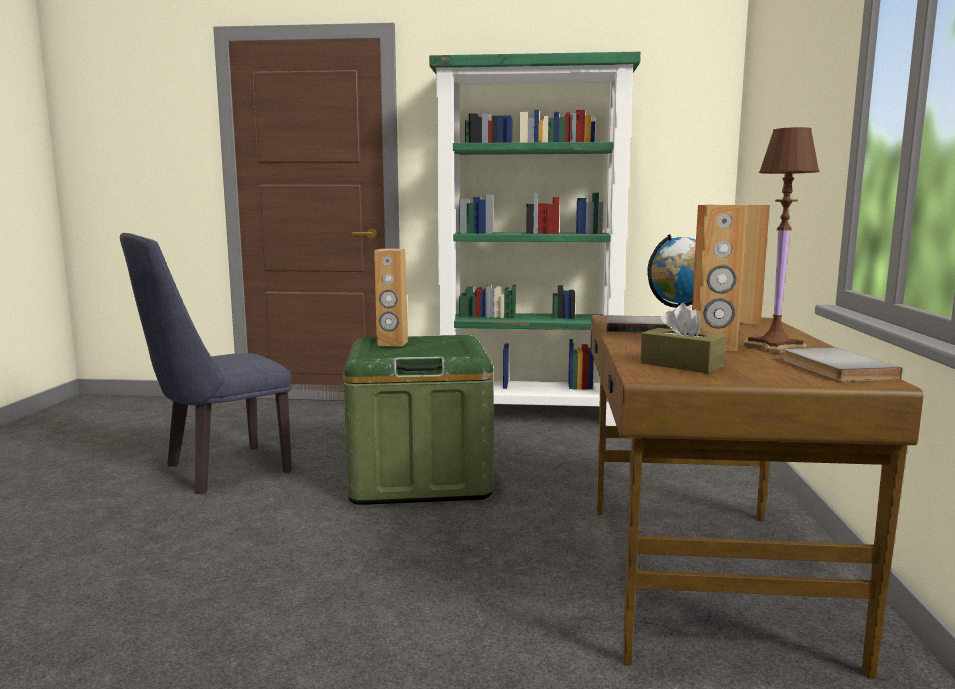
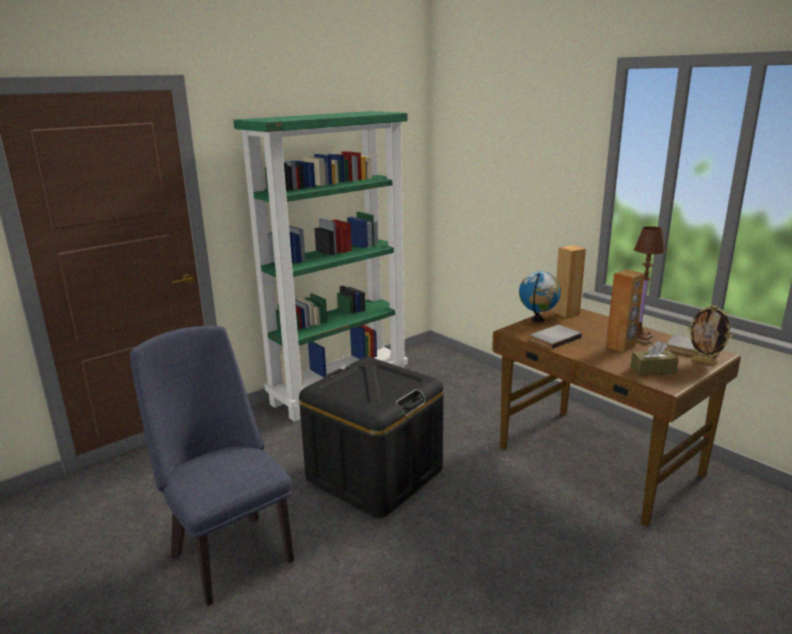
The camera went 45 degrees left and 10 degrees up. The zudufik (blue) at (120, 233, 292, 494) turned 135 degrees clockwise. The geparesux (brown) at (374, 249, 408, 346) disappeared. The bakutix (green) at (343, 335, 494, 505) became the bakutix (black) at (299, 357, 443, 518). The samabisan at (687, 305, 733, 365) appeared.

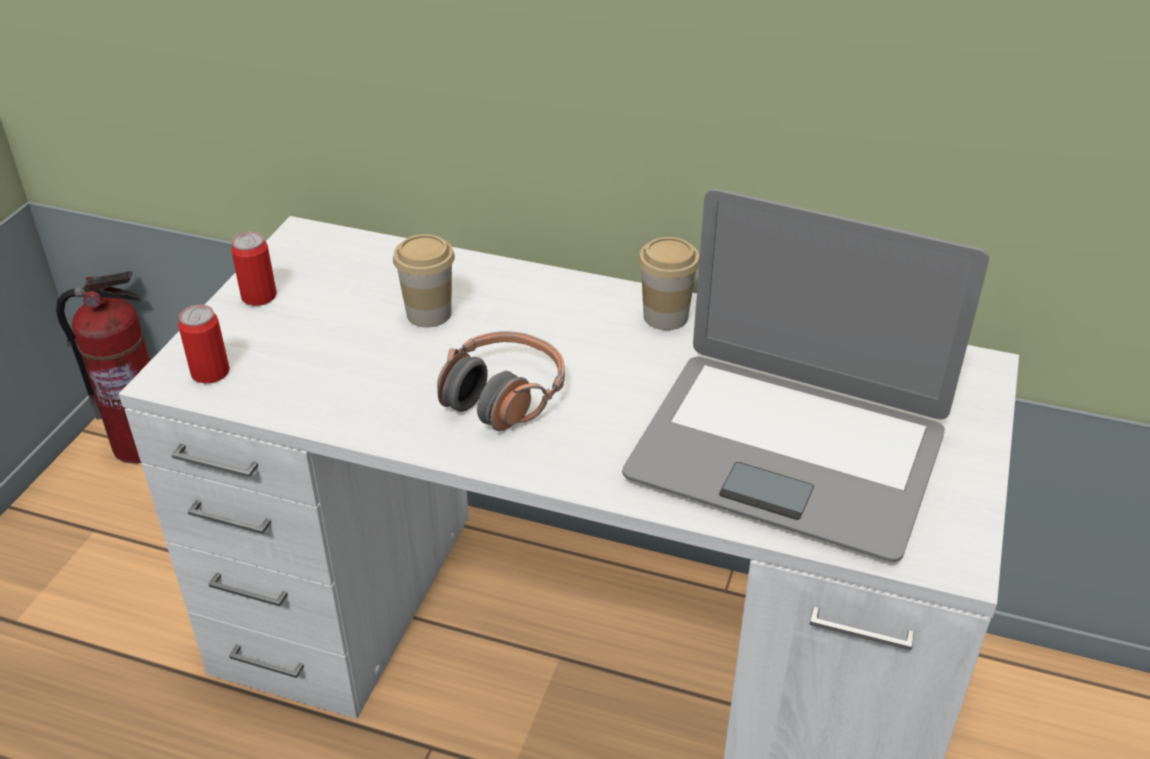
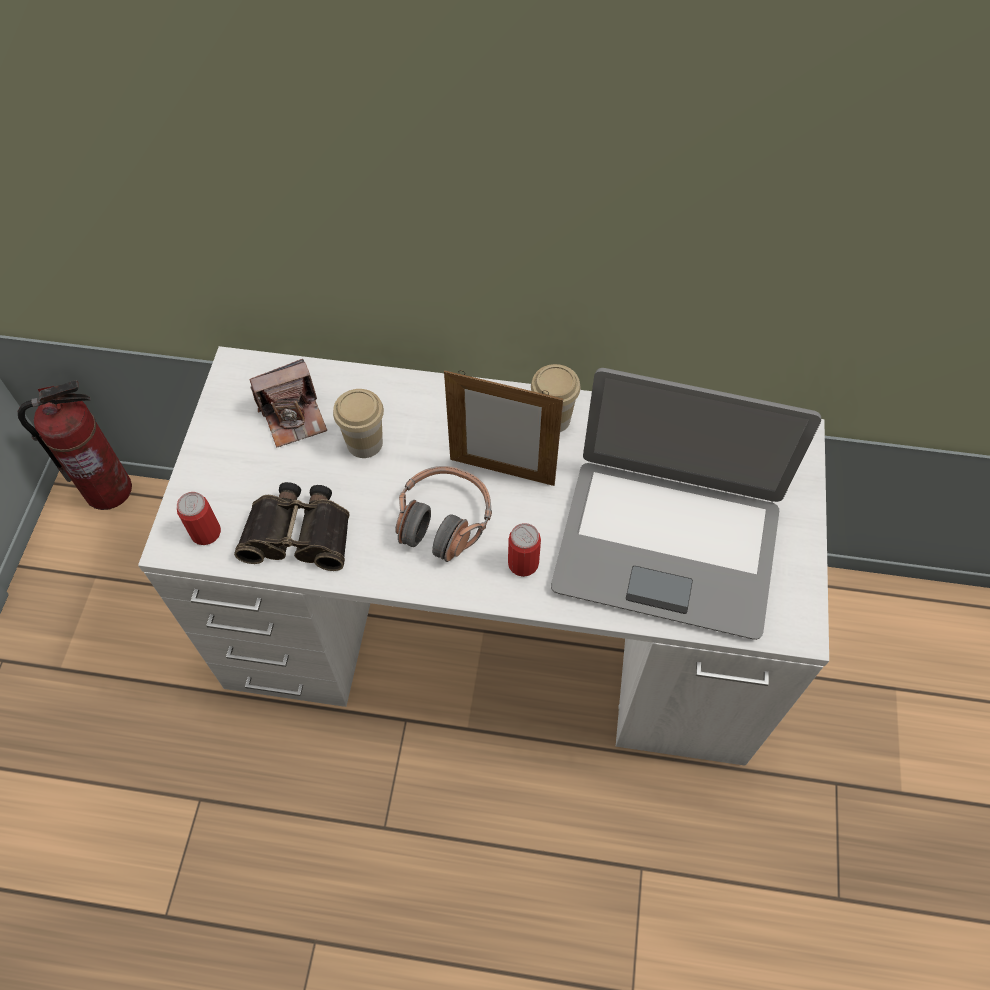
The camera went 10 degrees left and 20 degrees up. The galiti moved from (231, 232, 277, 306) to (508, 523, 541, 577). The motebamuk at (249, 359, 327, 447) appeared. The samabisan at (444, 370, 563, 486) appeared. The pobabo at (234, 482, 350, 571) appeared.

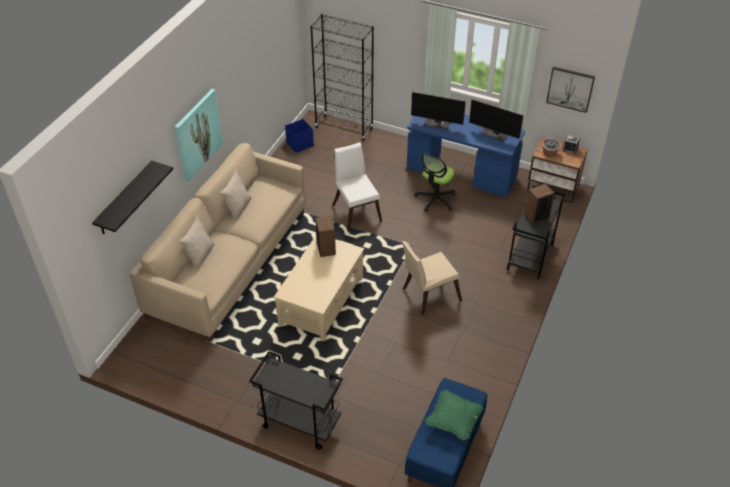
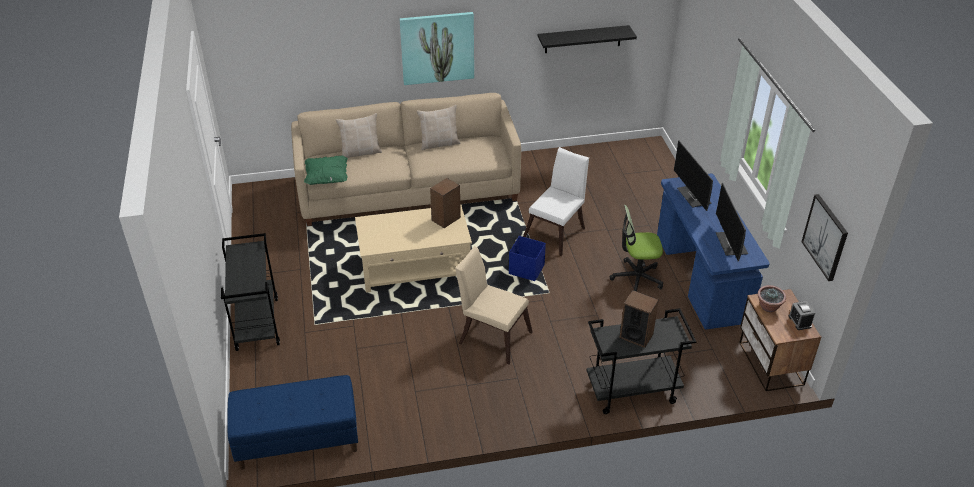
The camera went 55 degrees right and 5 degrees down. The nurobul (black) at (310, 14, 374, 141) disappeared. The bakutix (blue) moved from (285, 119, 314, 153) to (509, 236, 546, 281). The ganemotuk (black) moved from (92, 161, 173, 234) to (538, 25, 637, 53). The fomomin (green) moved from (425, 390, 484, 440) to (304, 155, 348, 185).

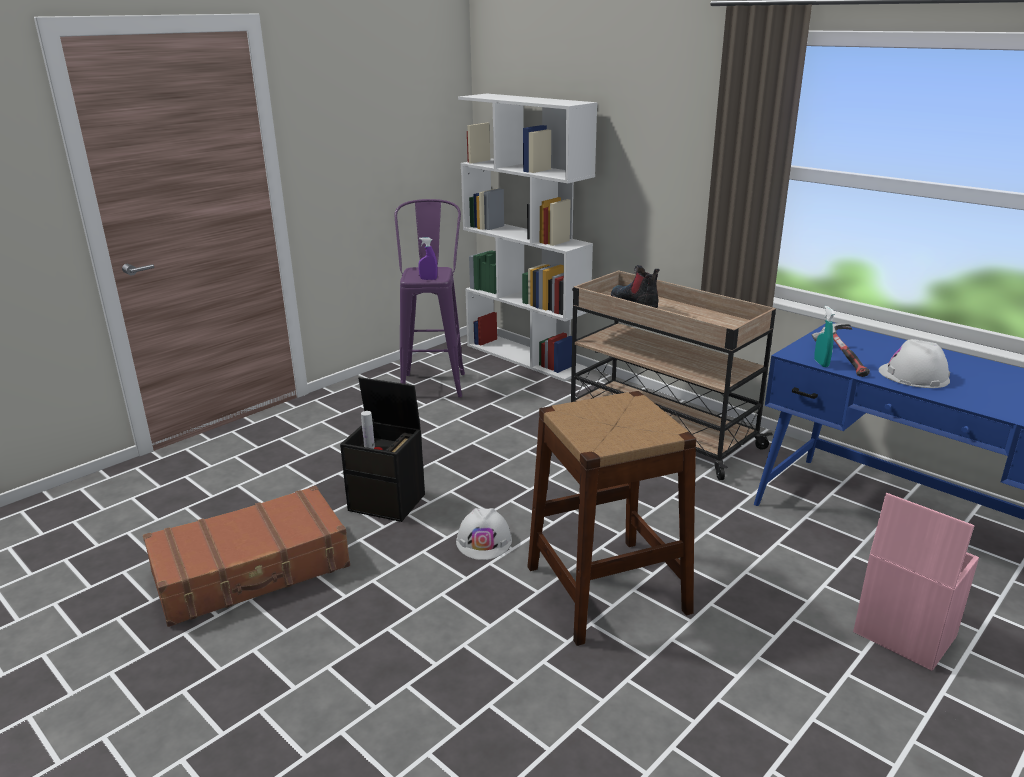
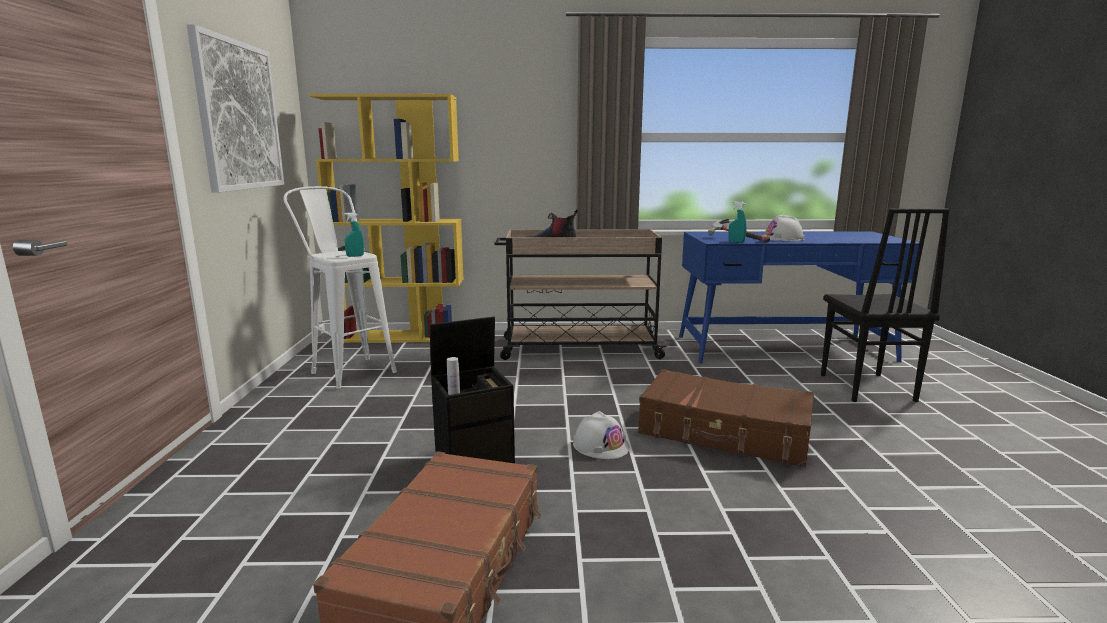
The camera went 45 degrees left and 10 degrees down. The nurobul (white) at (458, 94, 597, 382) became the nurobul (yellow) at (309, 94, 464, 343). The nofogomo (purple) at (395, 199, 465, 397) became the nofogomo (white) at (284, 186, 397, 389). The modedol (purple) at (418, 237, 438, 280) became the modedol (turquoise) at (344, 212, 364, 257). The nofogomo (brown) at (527, 391, 696, 646) was replaced by the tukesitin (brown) at (638, 369, 814, 467). The bakutix (pink) at (853, 493, 979, 671) was replaced by the zudufik (black) at (821, 209, 950, 402). The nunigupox at (187, 24, 284, 193) appeared.

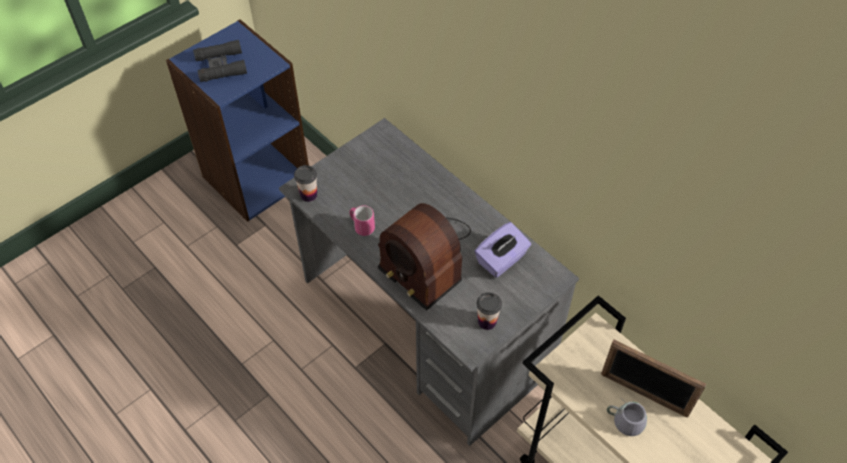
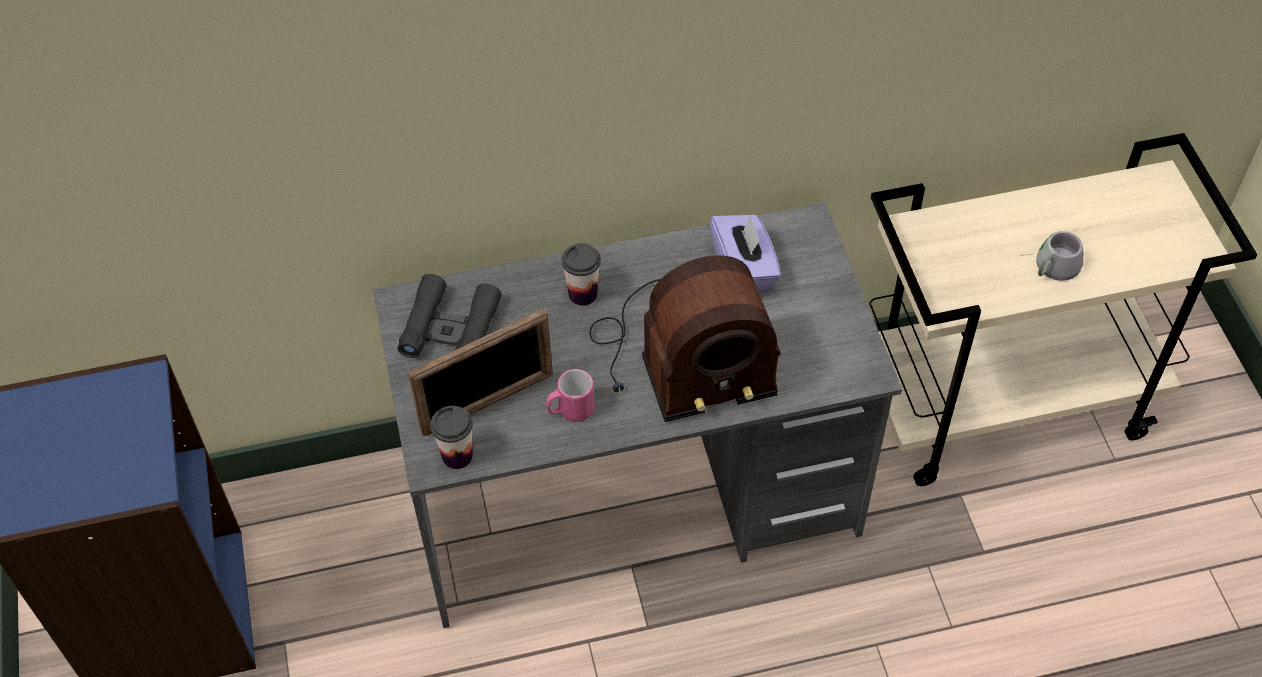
The camera went 60 degrees left and 0 degrees up. The pobabo (black) moved from (193, 40, 247, 82) to (397, 274, 502, 358). The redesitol moved from (477, 292, 502, 330) to (562, 243, 601, 306). The samabisan moved from (601, 340, 707, 417) to (408, 309, 553, 437).

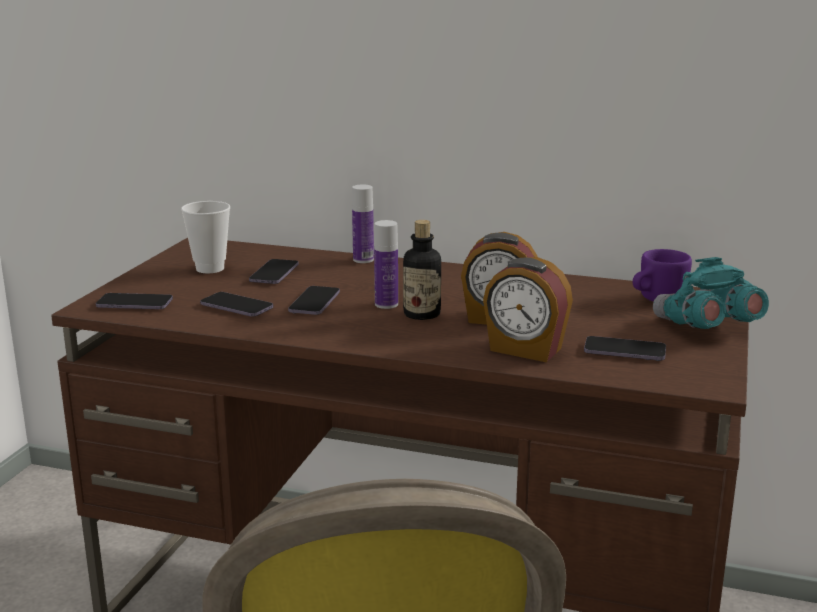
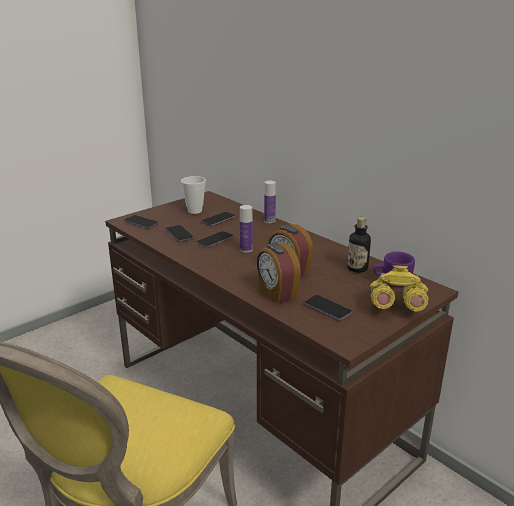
The camera went 30 degrees right and 5 degrees up. The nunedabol moved from (403, 220, 441, 320) to (347, 217, 371, 273). The pobabo (turquoise) at (653, 257, 769, 329) became the pobabo (yellow) at (370, 265, 428, 311).

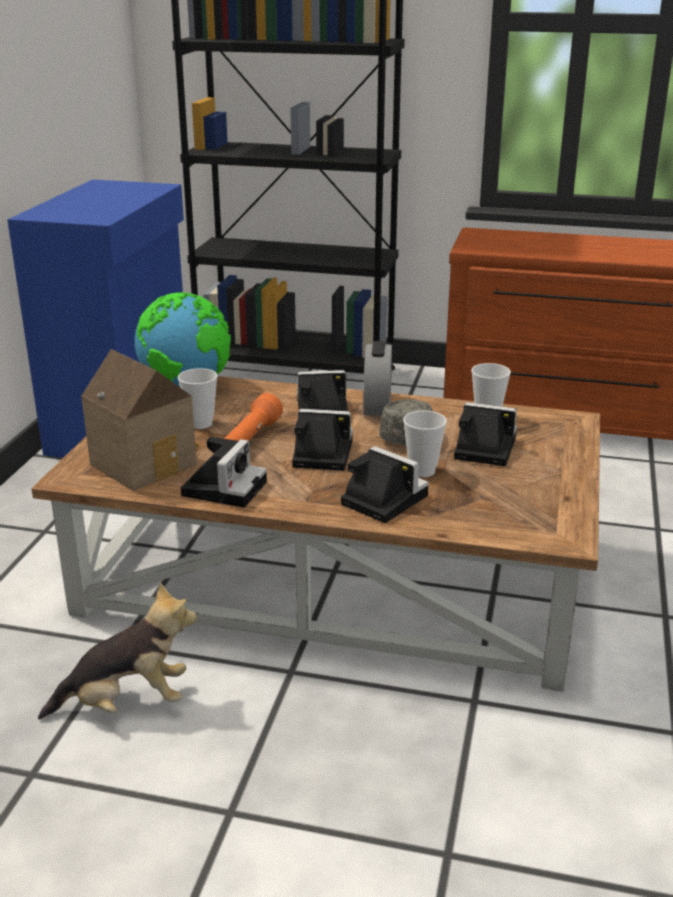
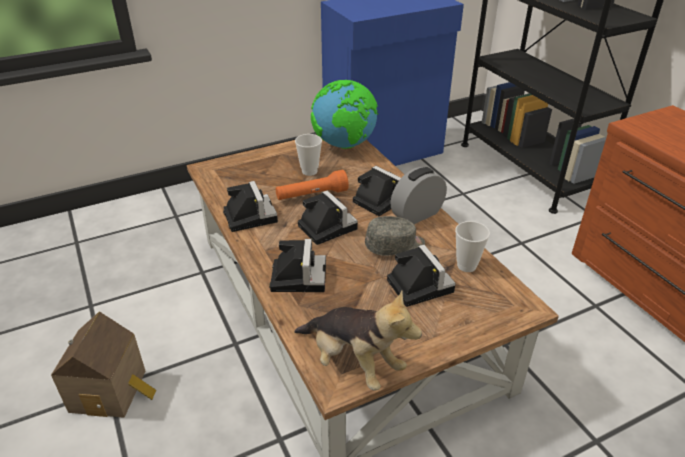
The camera went 50 degrees right and 10 degrees up. The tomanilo moved from (81, 349, 199, 491) to (51, 311, 156, 418). The redesitol at (403, 410, 447, 477) disappeared. The motebamuk at (181, 437, 267, 508) turned 90 degrees counterclockwise. The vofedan moved from (38, 582, 197, 719) to (294, 291, 422, 391).

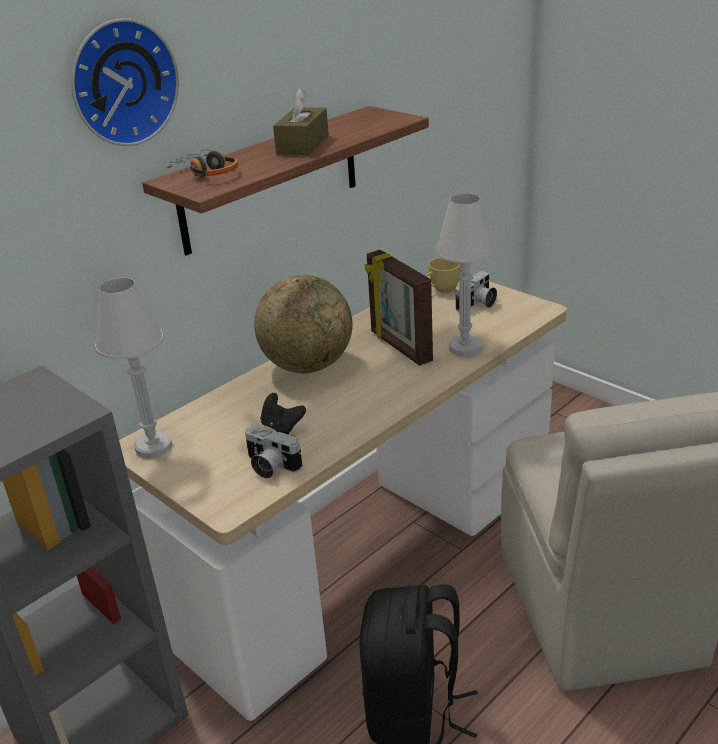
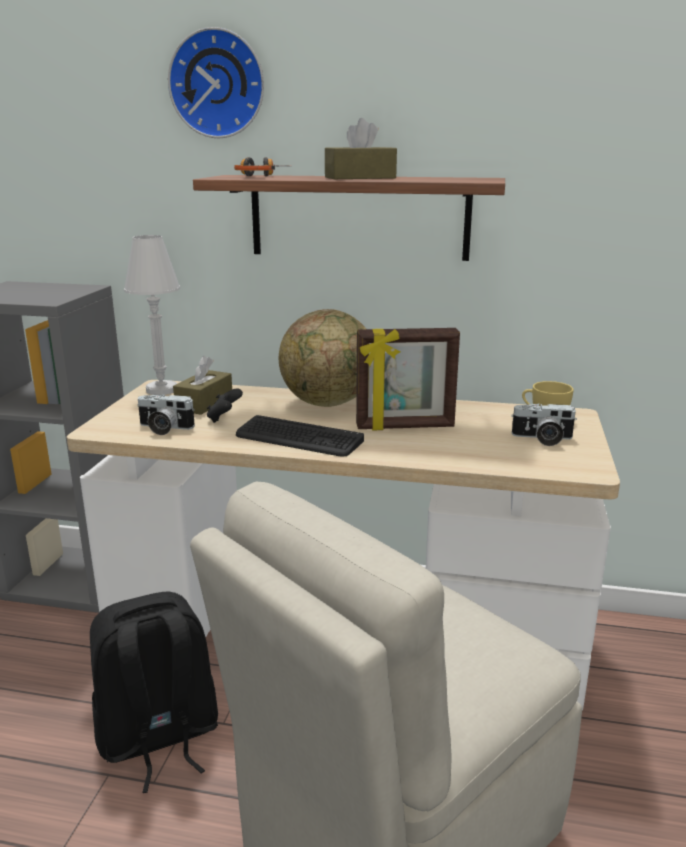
The camera went 55 degrees right and 10 degrees down. The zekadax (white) at (436, 193, 494, 356) disappeared. The samabisan at (365, 250, 433, 366) turned 120 degrees counterclockwise. The motebamuk at (245, 426, 303, 478) turned 75 degrees counterclockwise. The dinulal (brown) at (173, 356, 232, 415) appeared. The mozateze at (236, 415, 364, 457) appeared.

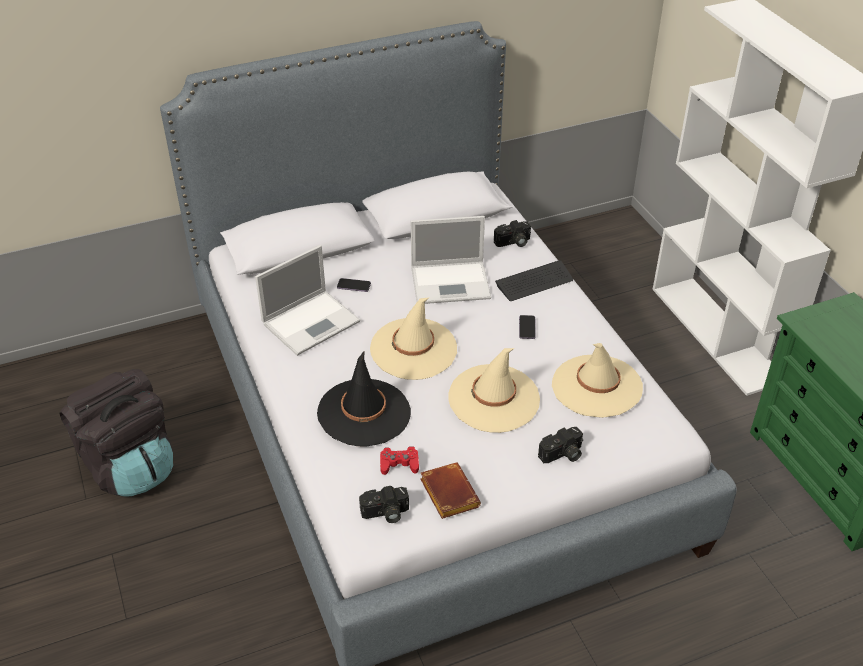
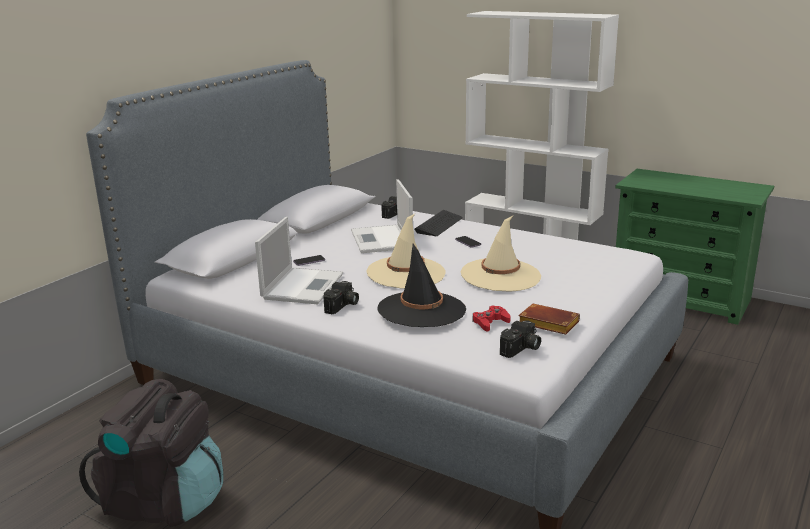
The camera went 35 degrees left and 20 degrees down. The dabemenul at (411, 216, 491, 304) turned 120 degrees clockwise. The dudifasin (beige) at (552, 343, 643, 418) disappeared. The motebamuk moved from (538, 427, 583, 463) to (324, 281, 359, 314).

